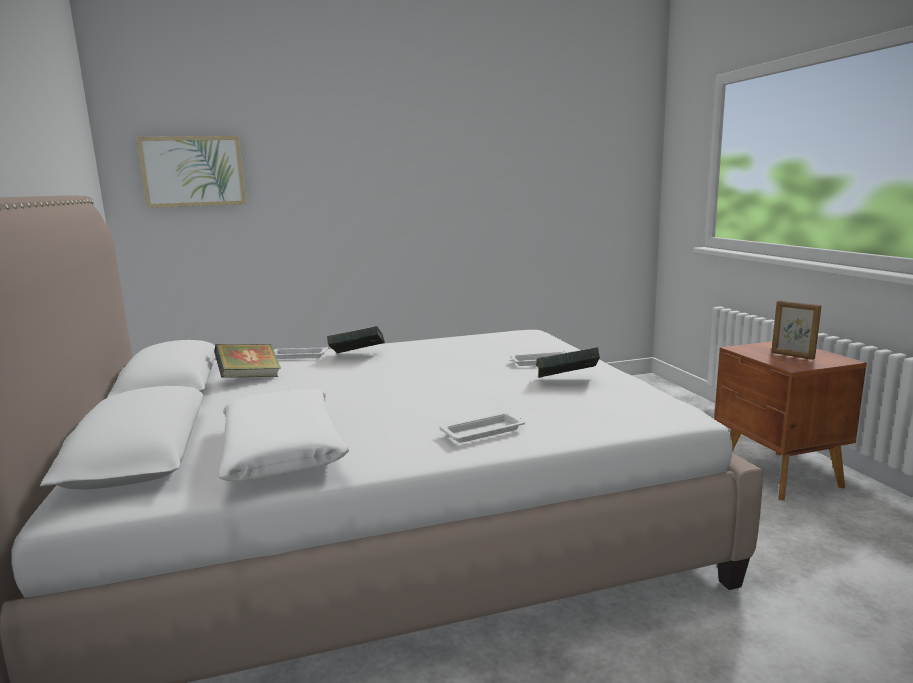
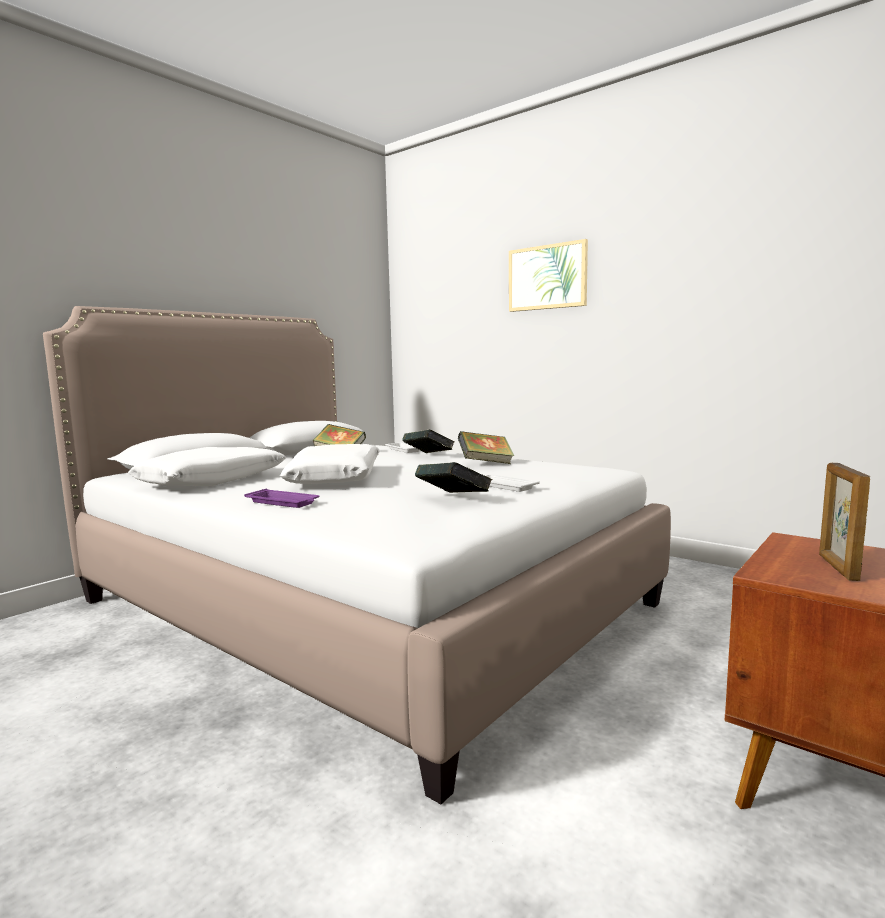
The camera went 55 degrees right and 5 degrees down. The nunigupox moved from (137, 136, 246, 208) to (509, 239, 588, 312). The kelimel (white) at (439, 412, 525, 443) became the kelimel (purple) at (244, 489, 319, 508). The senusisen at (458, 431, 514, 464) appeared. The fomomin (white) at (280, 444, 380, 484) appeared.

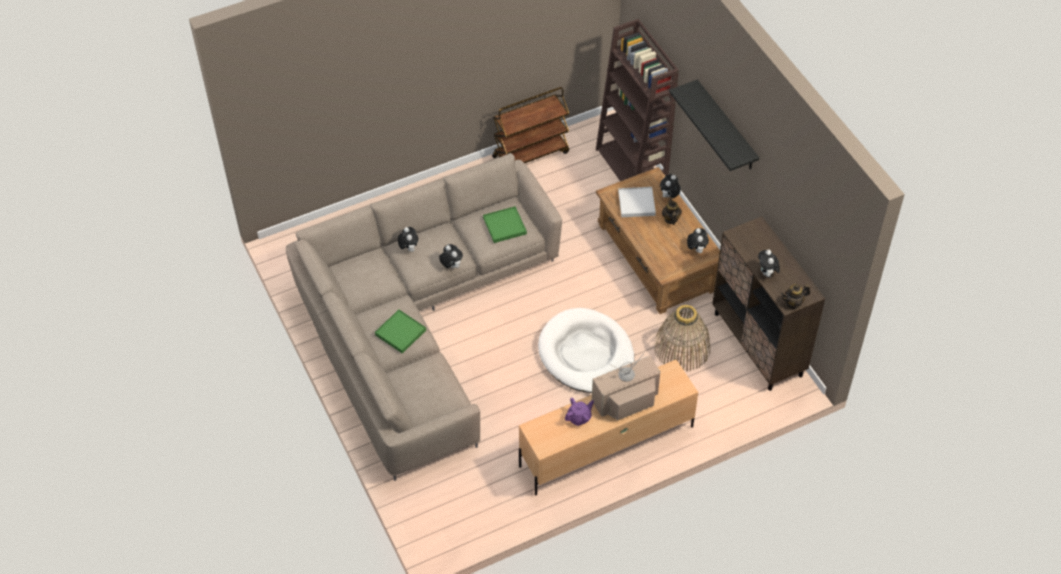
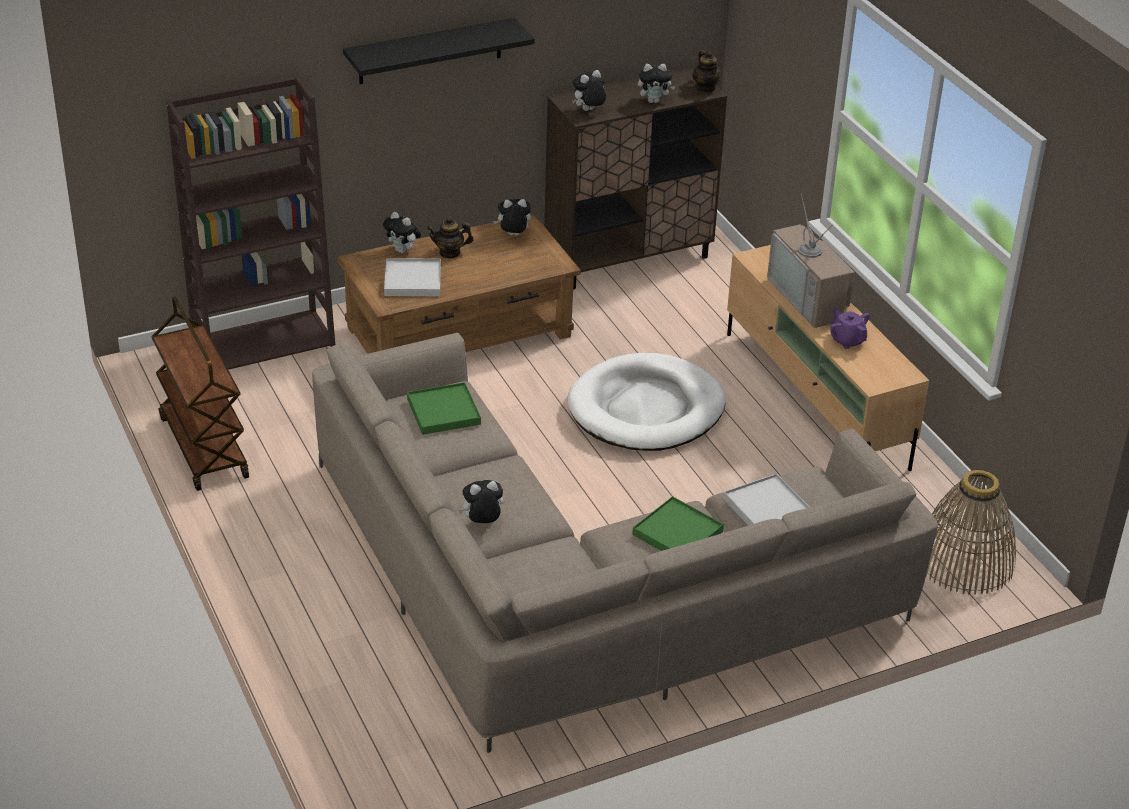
The camera went 90 degrees left and 15 degrees down. The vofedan moved from (439, 244, 463, 268) to (572, 70, 606, 111). The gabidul moved from (654, 305, 710, 371) to (926, 470, 1016, 595). The kelimel (white) at (723, 473, 810, 525) appeared.

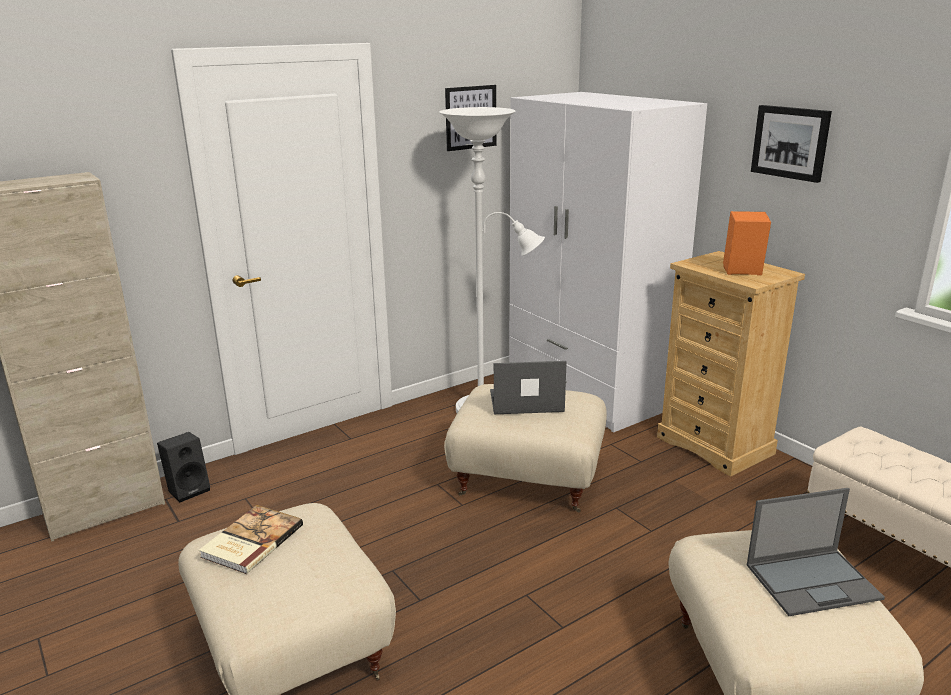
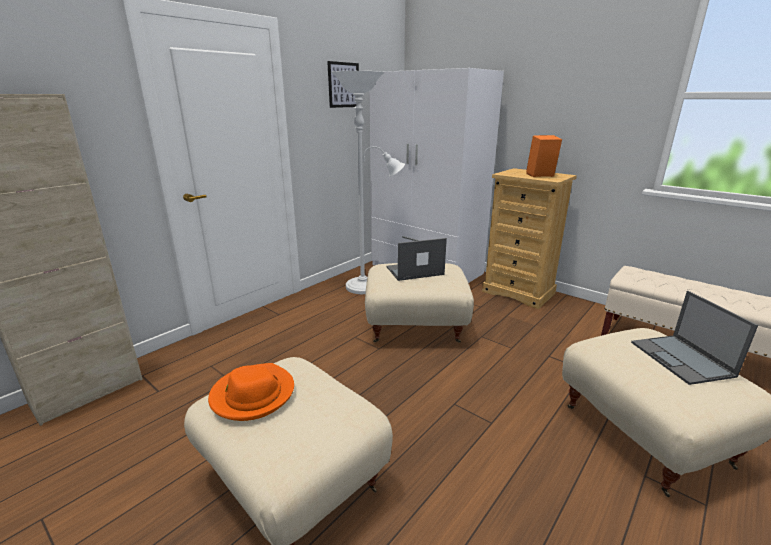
The camera went 15 degrees left and 0 degrees up. The nunigupox at (751, 105, 832, 183) disappeared. The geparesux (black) at (157, 432, 210, 502) disappeared. The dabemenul at (747, 488, 885, 616) turned 105 degrees clockwise. The senusisen at (199, 505, 303, 574) was replaced by the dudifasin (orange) at (208, 363, 294, 421).

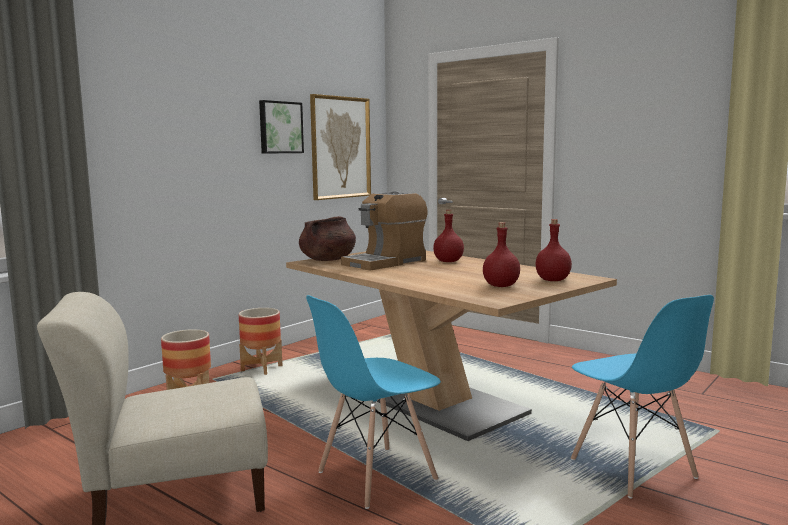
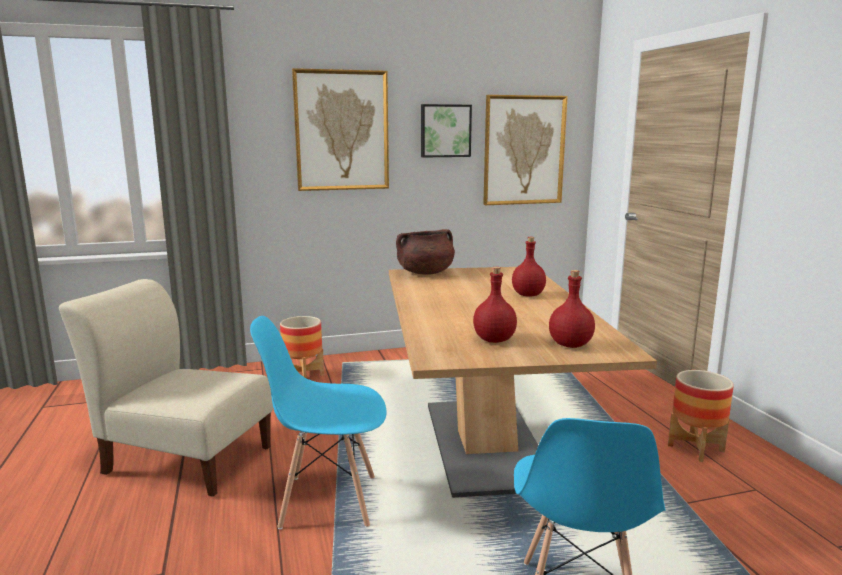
The camera went 35 degrees right and 5 degrees up. The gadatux at (341, 191, 427, 271) disappeared. The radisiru moved from (239, 308, 282, 375) to (668, 370, 734, 462). The nunigupox at (292, 68, 389, 191) appeared.

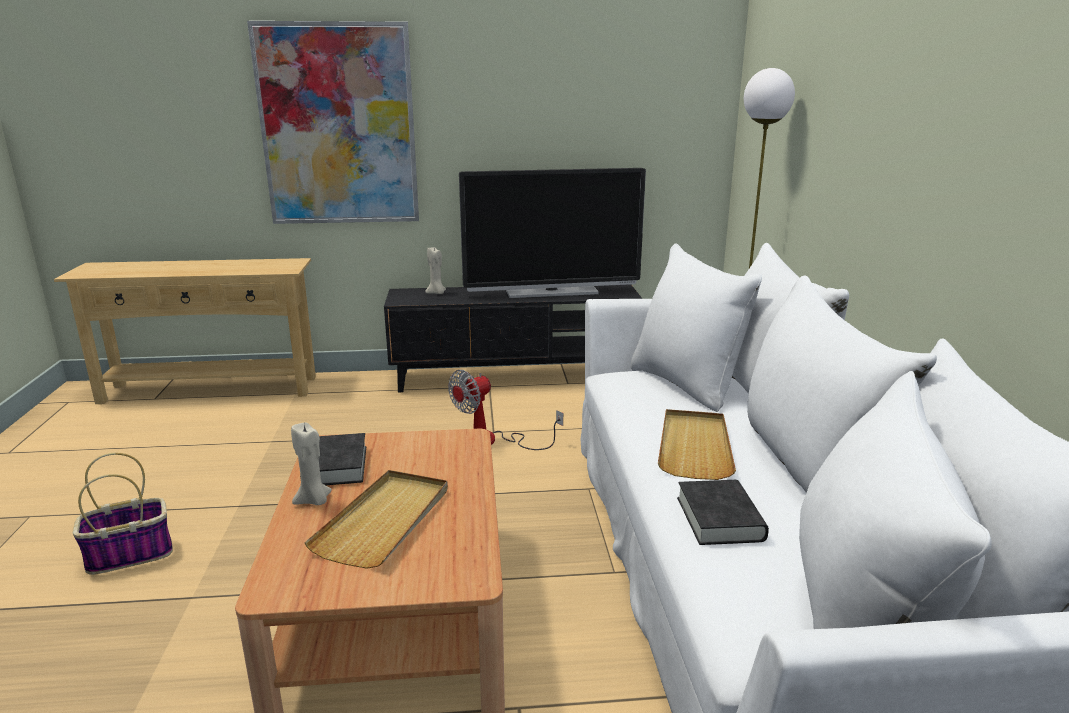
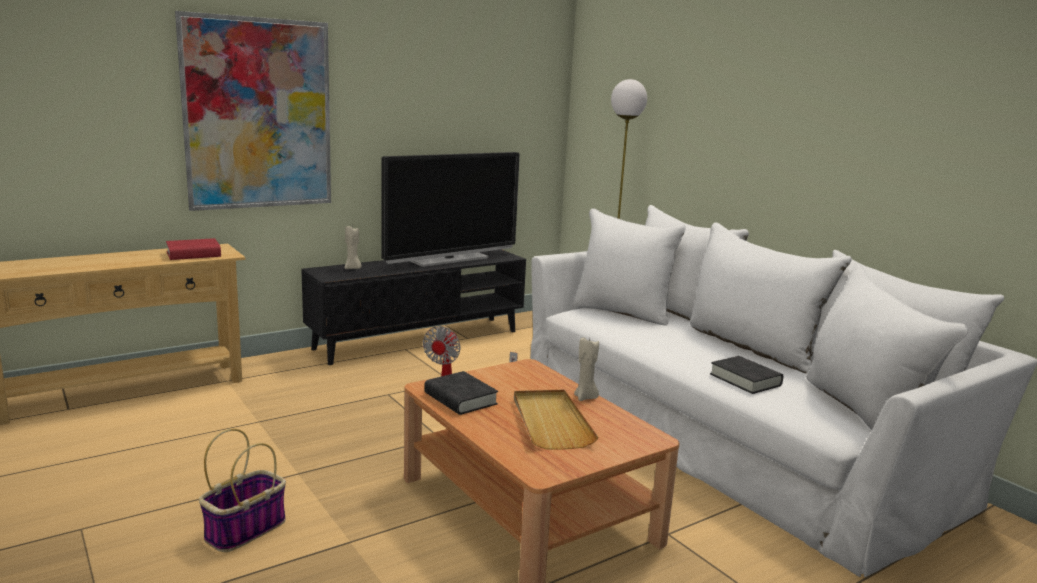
The camera went 30 degrees left and 5 degrees down. The kelimel (beige) at (658, 409, 736, 480) disappeared. The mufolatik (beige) moved from (291, 422, 332, 505) to (574, 337, 599, 401). The senusisen (red) at (166, 238, 221, 260) appeared.

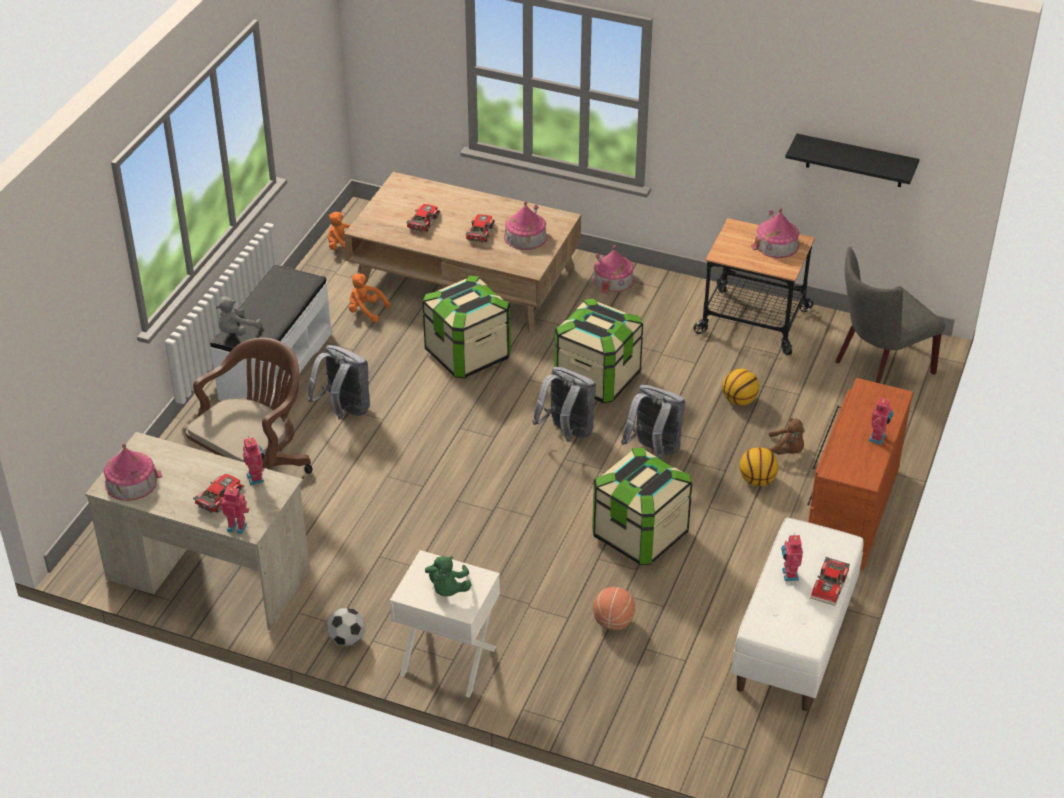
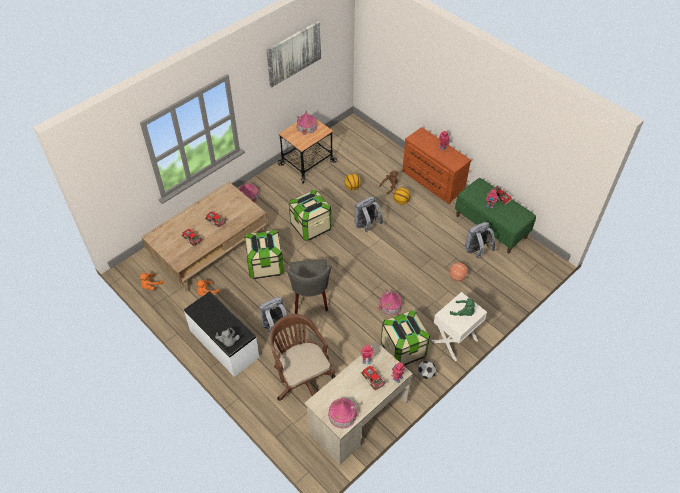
The camera went 65 degrees left and 10 degrees up. The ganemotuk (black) at (785, 134, 920, 187) disappeared. The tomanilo moved from (504, 201, 547, 250) to (378, 289, 402, 315). The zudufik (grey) moved from (836, 247, 945, 383) to (287, 259, 332, 314). The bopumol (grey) moved from (532, 367, 596, 442) to (465, 222, 495, 258). The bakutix moved from (592, 448, 692, 565) to (381, 310, 430, 365). The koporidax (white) at (732, 517, 863, 711) became the koporidax (green) at (455, 178, 536, 254). The nunigupox at (266, 21, 321, 87) appeared.

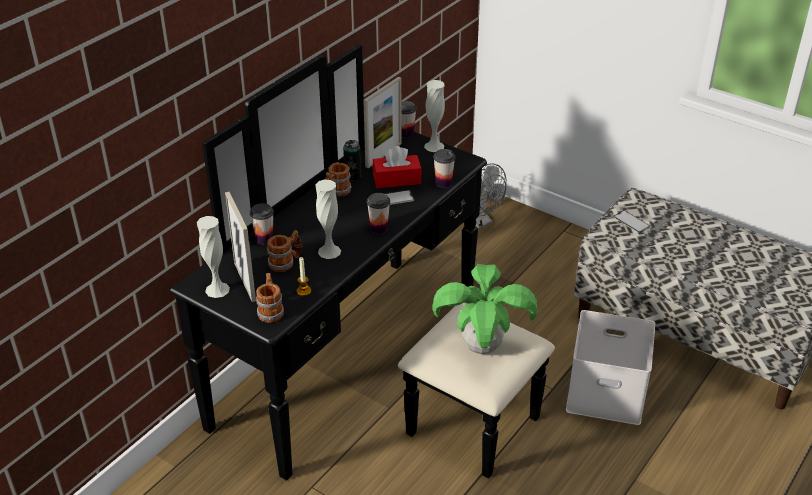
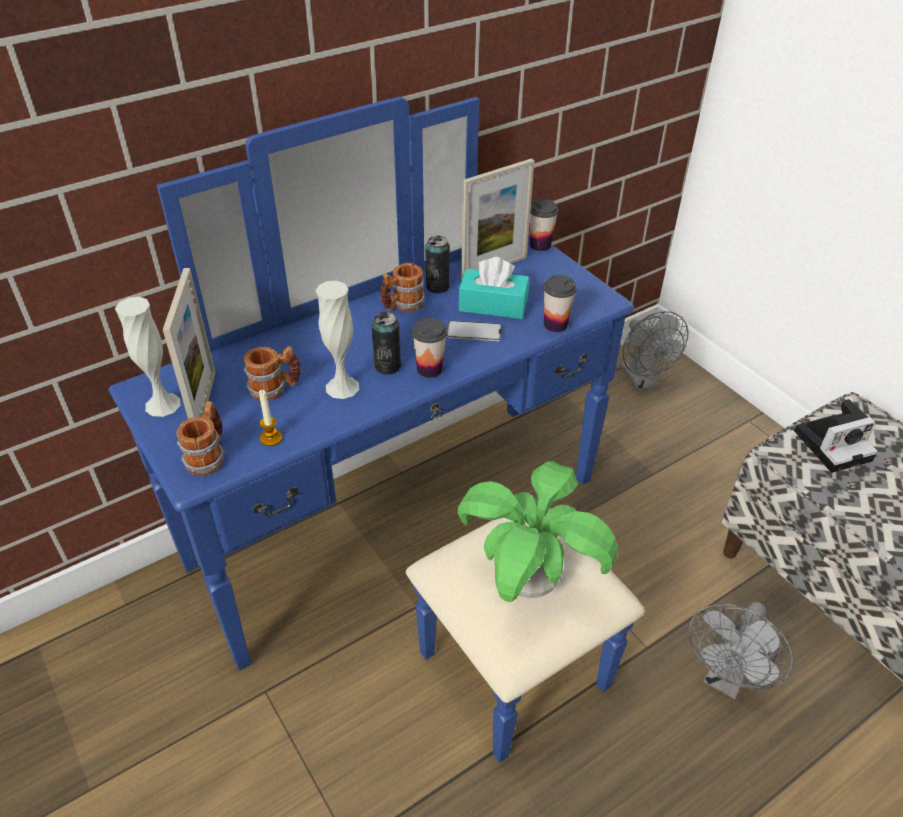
The camera went 20 degrees right and 5 degrees up. The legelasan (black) at (170, 44, 555, 481) became the legelasan (blue) at (108, 97, 645, 763). The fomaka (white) at (424, 80, 445, 152) disappeared. The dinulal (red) at (373, 146, 421, 188) became the dinulal (turquoise) at (459, 257, 529, 319). The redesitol at (250, 203, 274, 244) disappeared. The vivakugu at (614, 210, 650, 233) was replaced by the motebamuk at (794, 399, 878, 473). The bakutix (white) at (566, 310, 655, 425) was replaced by the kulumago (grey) at (689, 602, 793, 699). The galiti at (372, 312, 401, 375) appeared.

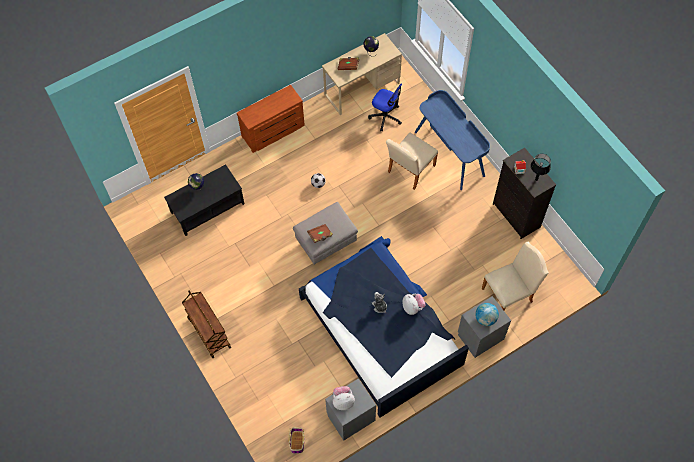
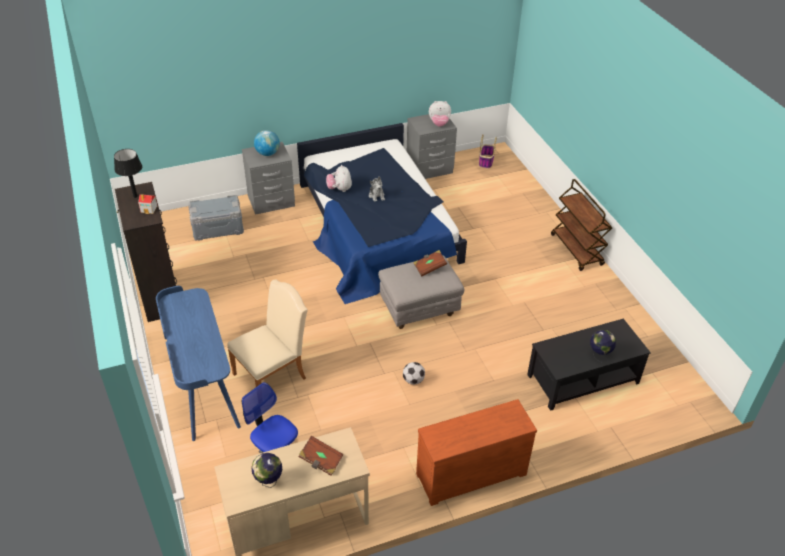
The camera went 170 degrees left and 20 degrees down. The zudufik (beige) at (482, 242, 549, 311) was replaced by the bakutix (grey) at (188, 195, 244, 241).

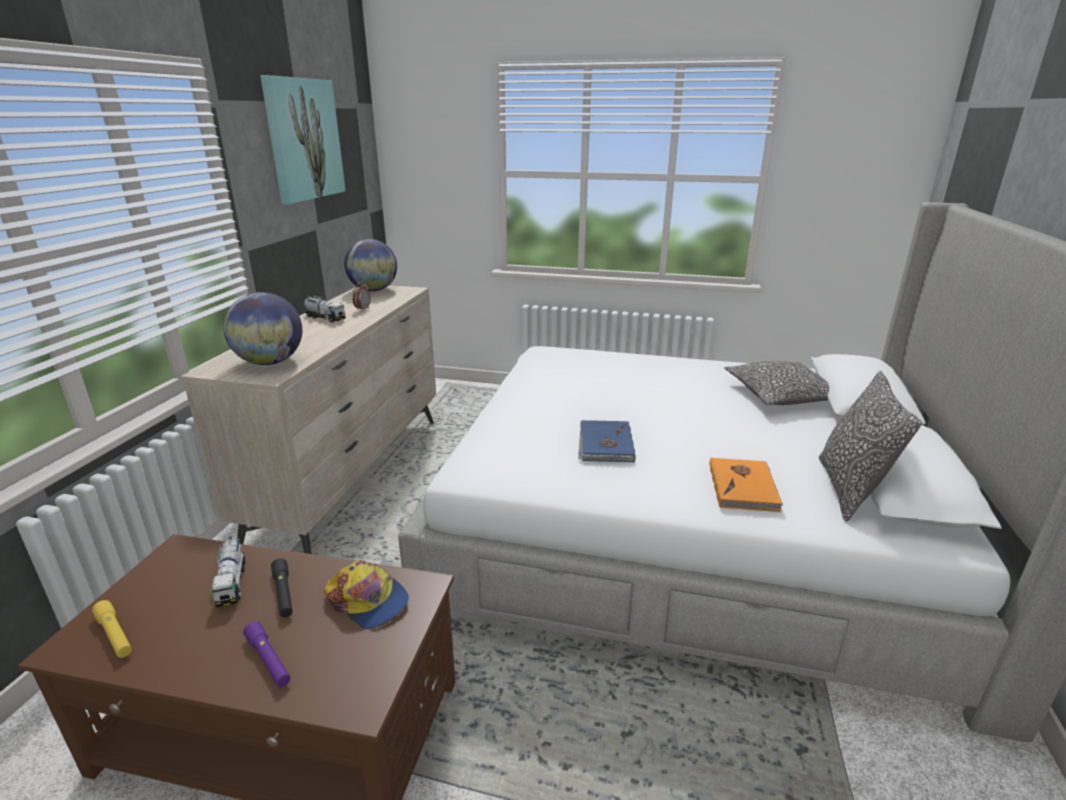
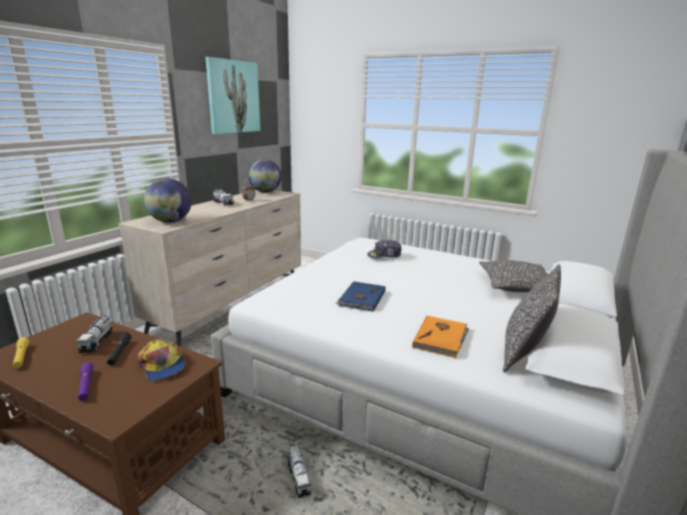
The camera went 15 degrees right and 5 degrees down. The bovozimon at (367, 240, 402, 258) appeared. The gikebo at (288, 444, 311, 498) appeared.

